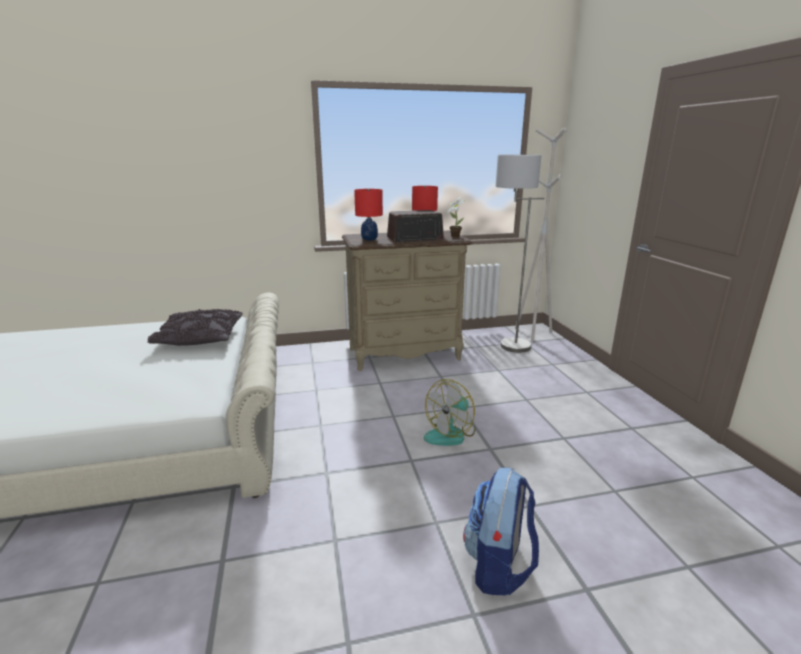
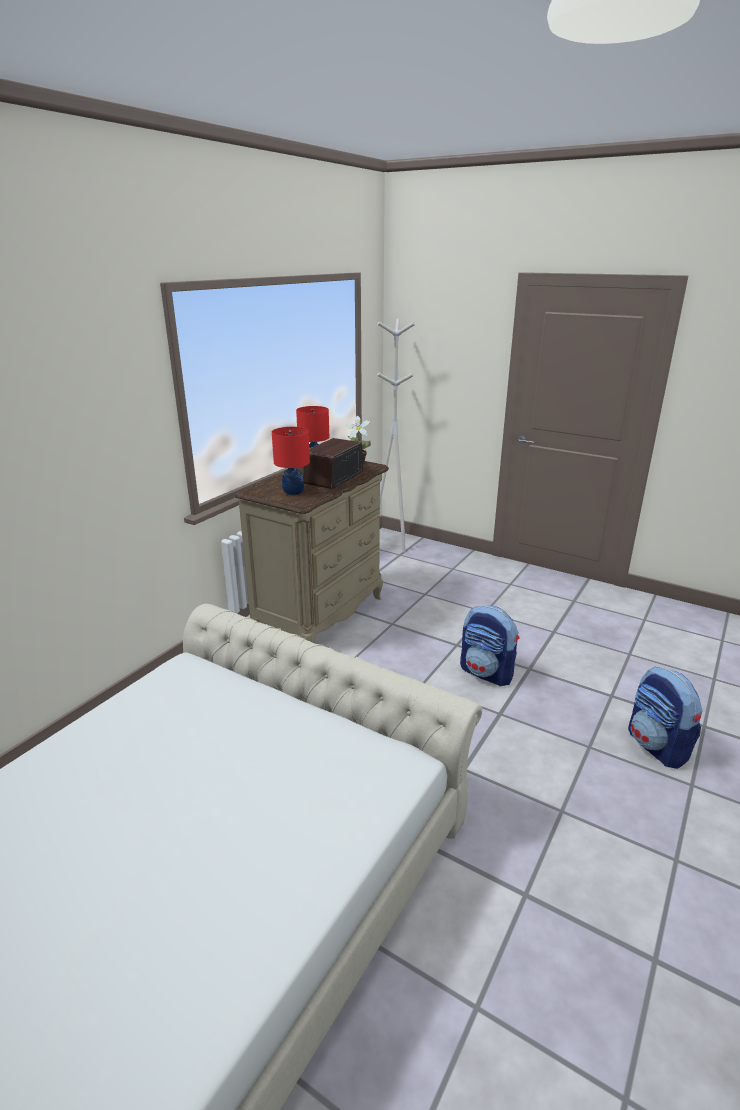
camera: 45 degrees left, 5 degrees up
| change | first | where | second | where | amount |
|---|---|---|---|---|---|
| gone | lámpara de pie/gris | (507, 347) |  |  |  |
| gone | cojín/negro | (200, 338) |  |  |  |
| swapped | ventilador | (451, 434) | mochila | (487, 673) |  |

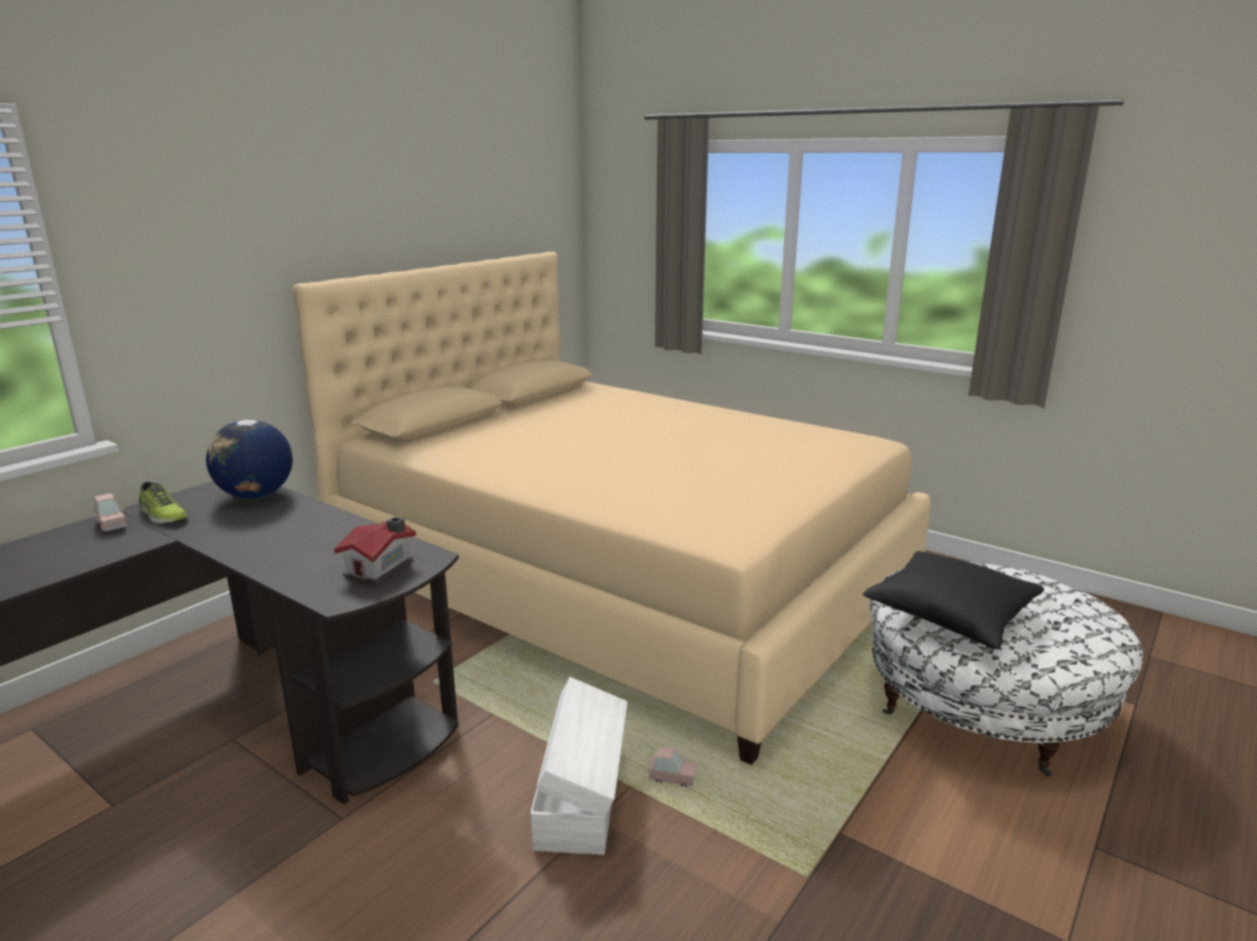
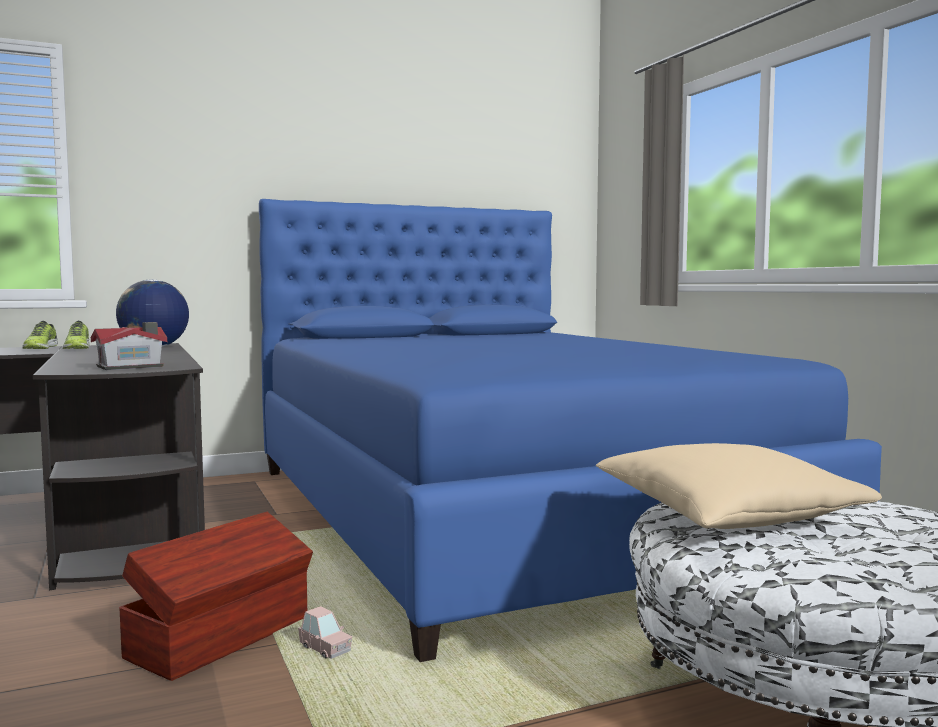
camera: 30 degrees right, 15 degrees down
| change | first | where | second | where | amount |
|---|---|---|---|---|---|
| repainted | cama/beis | (621, 578) | cama/azul | (504, 512) |  |
| swapped | coche de juguete/rosa | (111, 525) | zapato | (40, 348) |  |
| repainted | cojín/negro | (950, 615) | cojín/beis | (727, 517) |  |
| repainted | caja de almacenaje/blanco | (581, 796) | caja de almacenaje/marrón | (223, 637) |  |

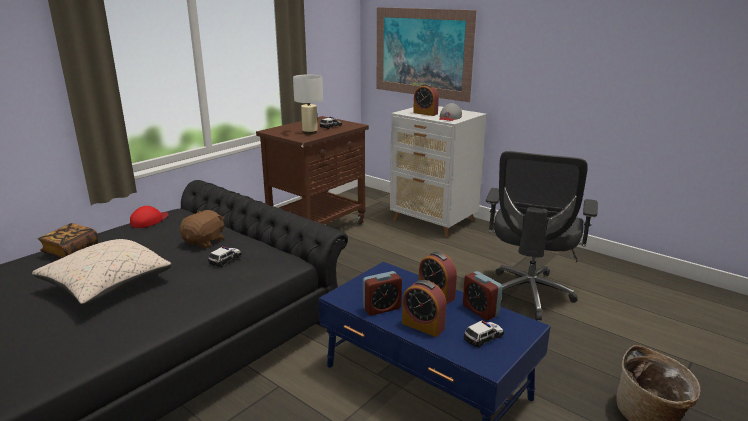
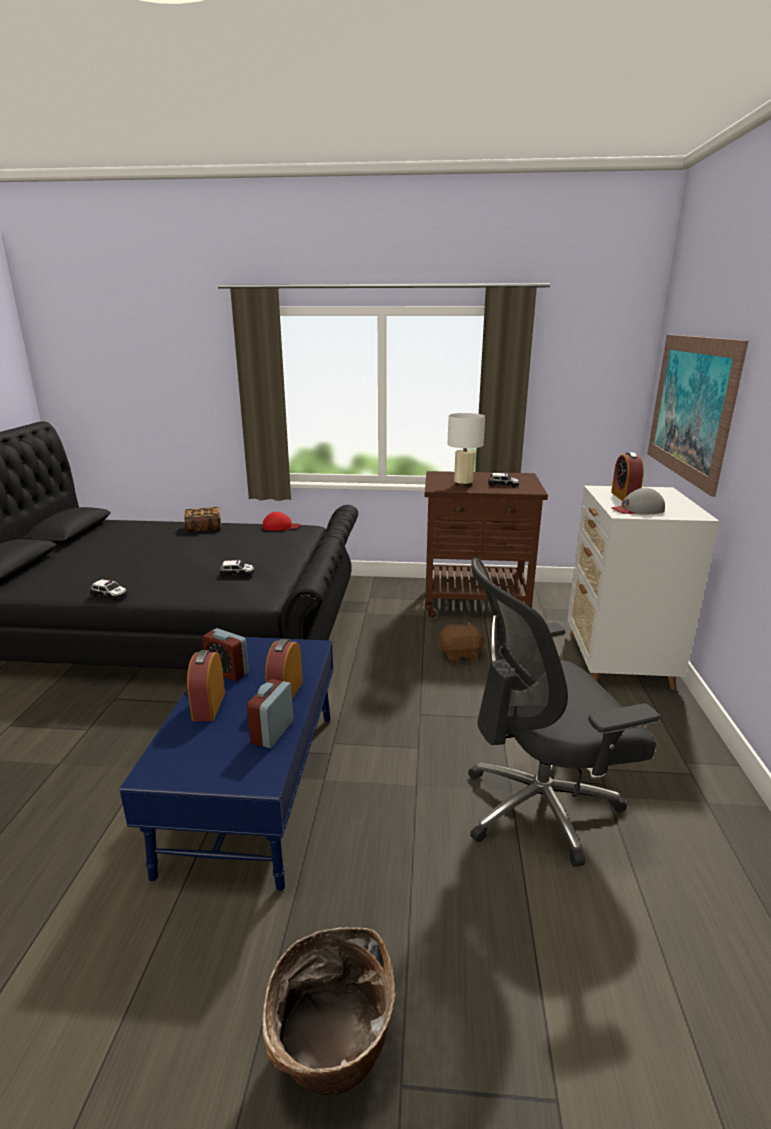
camera: 55 degrees right, 0 degrees up
| change | first | where | second | where | amount |
|---|---|---|---|---|---|
| shifted | peluche/marrón | (205, 241) |  | (460, 655) |  |
| gone | cojín/beis | (106, 286) |  |  |  |
| shifted | coche de juguete | (483, 337) |  | (110, 595) |  |

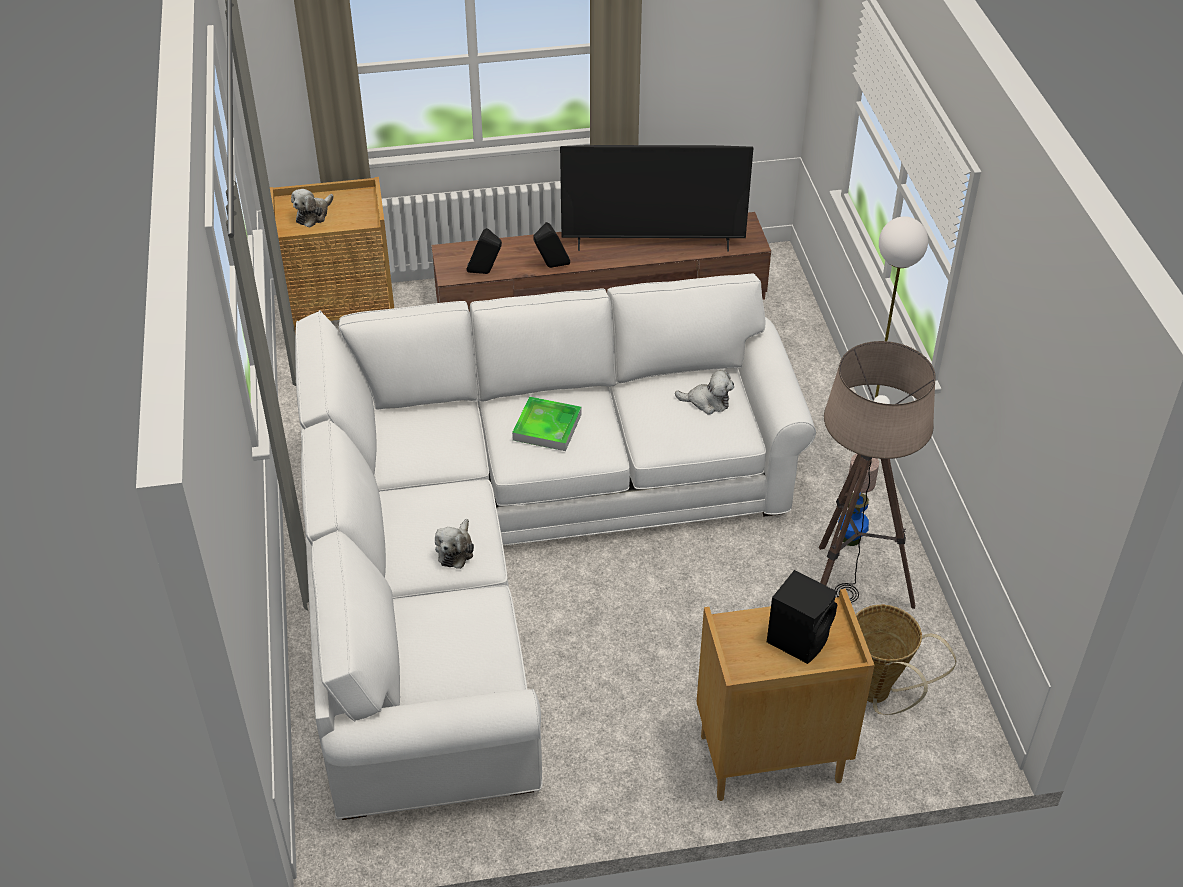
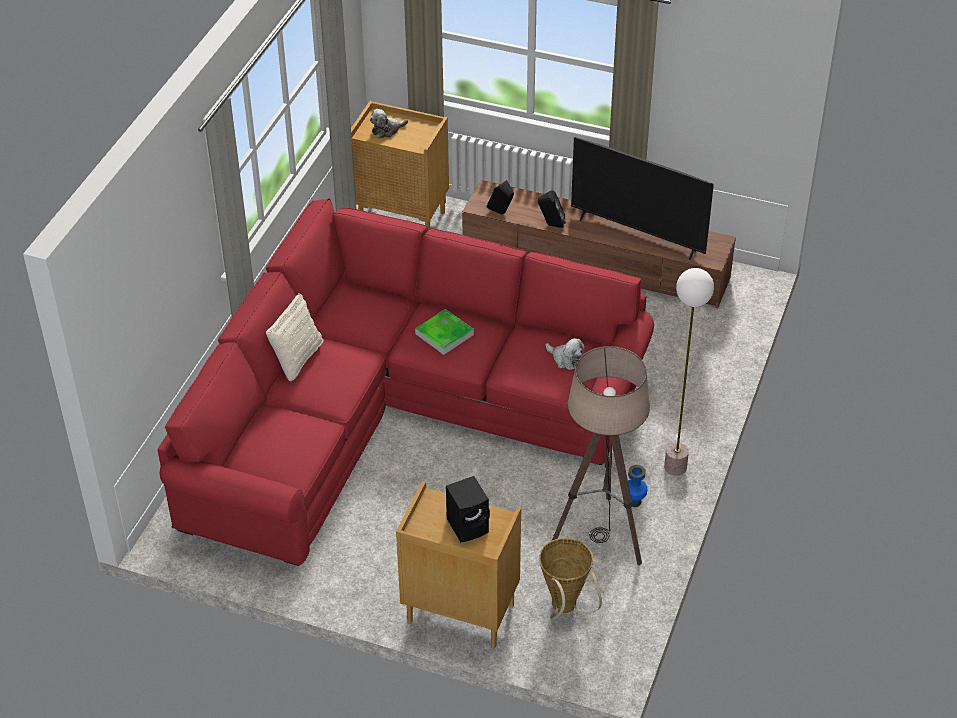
camera: 30 degrees right, 0 degrees up
| change | first | where | second | where | amount |
|---|---|---|---|---|---|
| repainted | sofá/blanco | (509, 555) | sofá/rojo | (395, 416) |  |
| gone | peluche | (456, 550) |  |  |  |
| new |  |  | cojín/beis | (297, 359) |  |

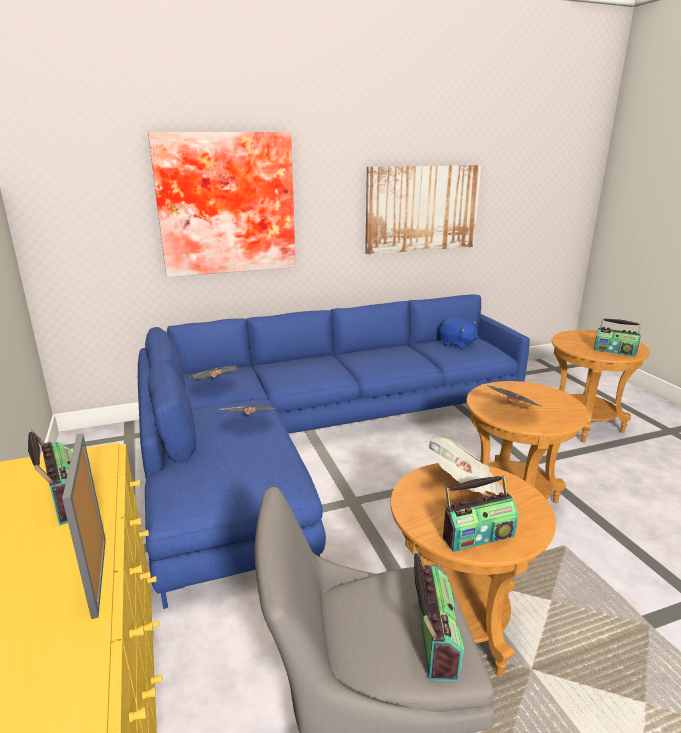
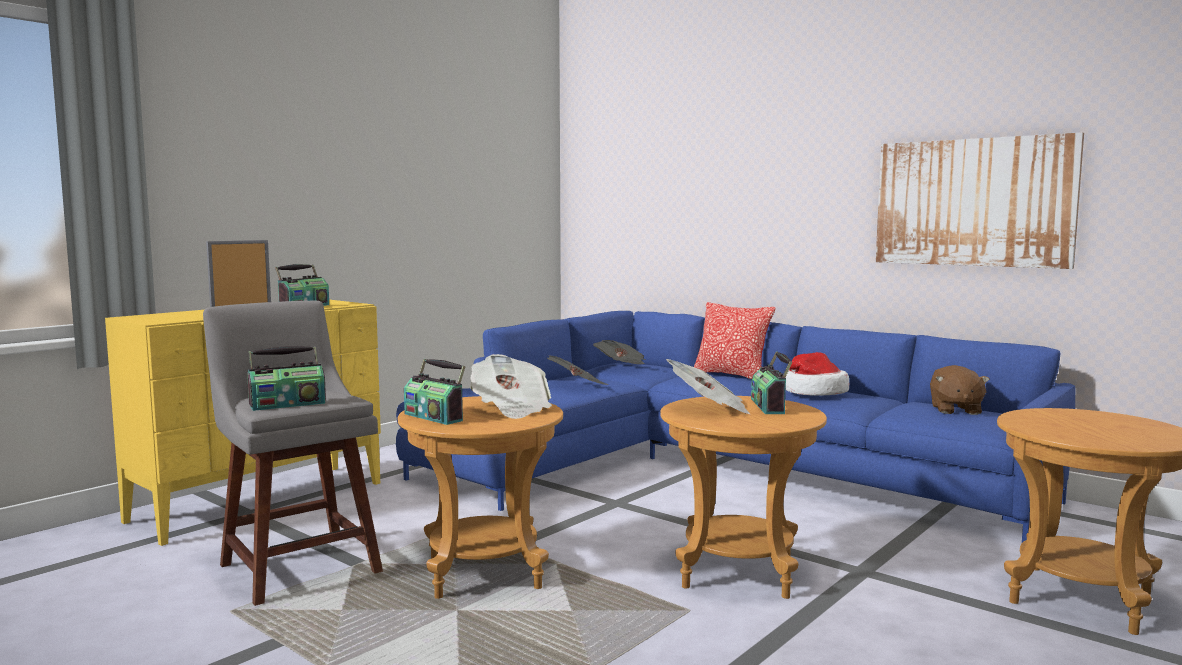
camera: 60 degrees right, 15 degrees down
| change | first | where | second | where | amount |
|---|---|---|---|---|---|
| gone | cuadro | (226, 204) |  |  |  |
| repainted | peluche/azul | (457, 344) | peluche/marrón | (955, 410) |  |
| shifted | radio | (614, 351) |  | (769, 406) |  |
| new |  |  | cojín | (731, 375) |  |
| new |  |  | sombrero | (813, 392) |  |

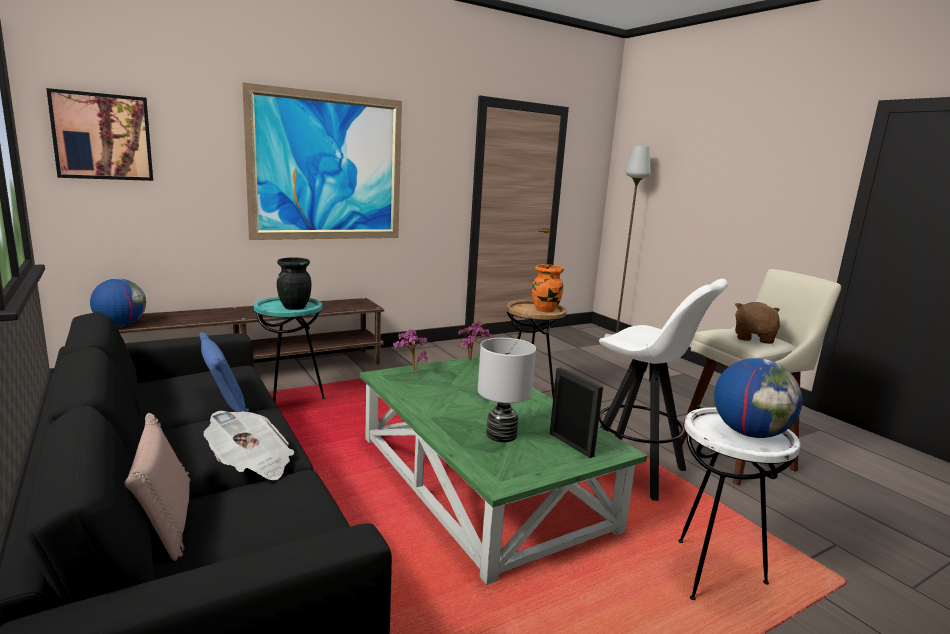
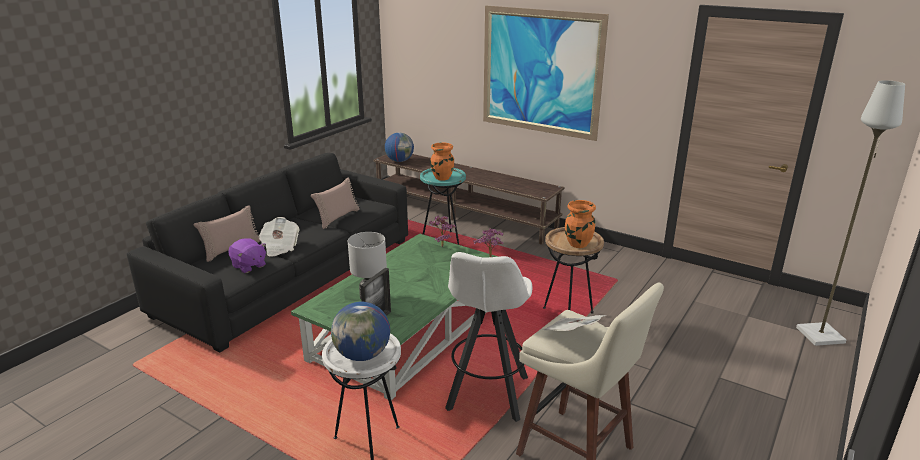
camera: 65 degrees right, 10 degrees up
| change | first | where | second | where | amount |
|---|---|---|---|---|---|
| gone | cuadro | (102, 137) |  |  |  |
| repainted | florero/negro | (294, 307) | florero/naranja | (442, 178) |  |
| swapped | peluche/marrón | (754, 338) | periódico | (571, 336) |  |
| repainted | cojín/azul | (224, 401) | cojín/beis | (337, 218) |  |
| new |  |  | peluche/morado | (249, 266) |  |

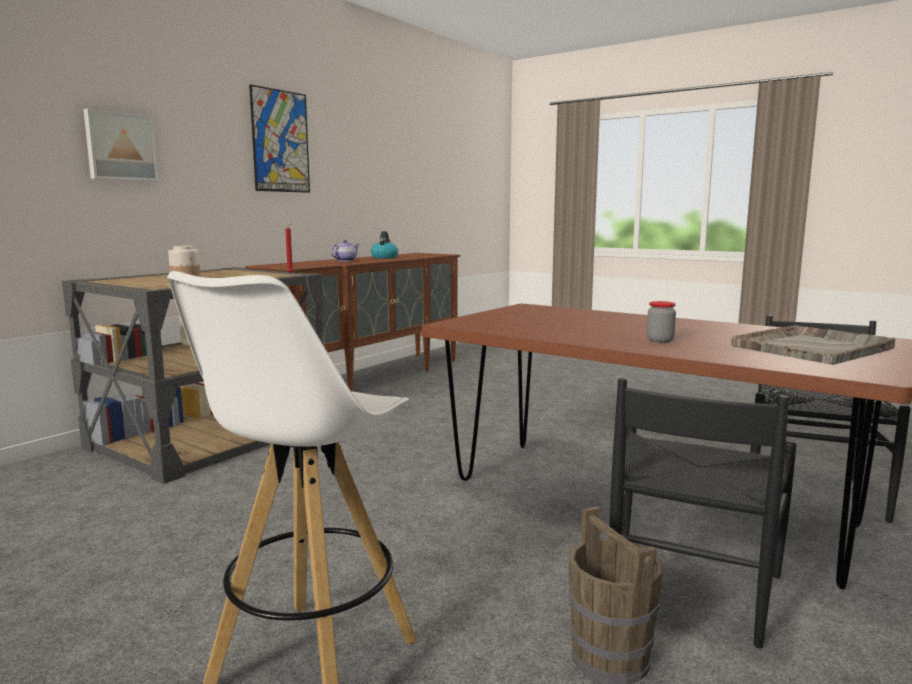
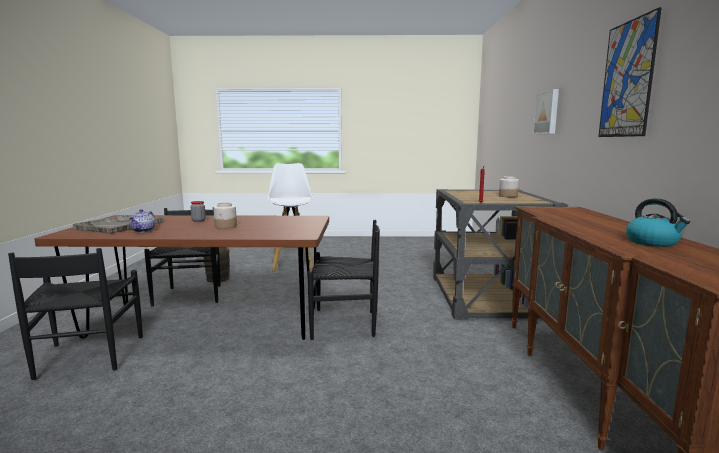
camera: 145 degrees right, 0 degrees up
| change | first | where | second | where | amount |
|---|---|---|---|---|---|
| shifted | tetera | (345, 260) |  | (143, 230) |  |
| new |  |  | tarro | (226, 226) |  |
| new |  |  | silla/negro | (344, 324) |  |

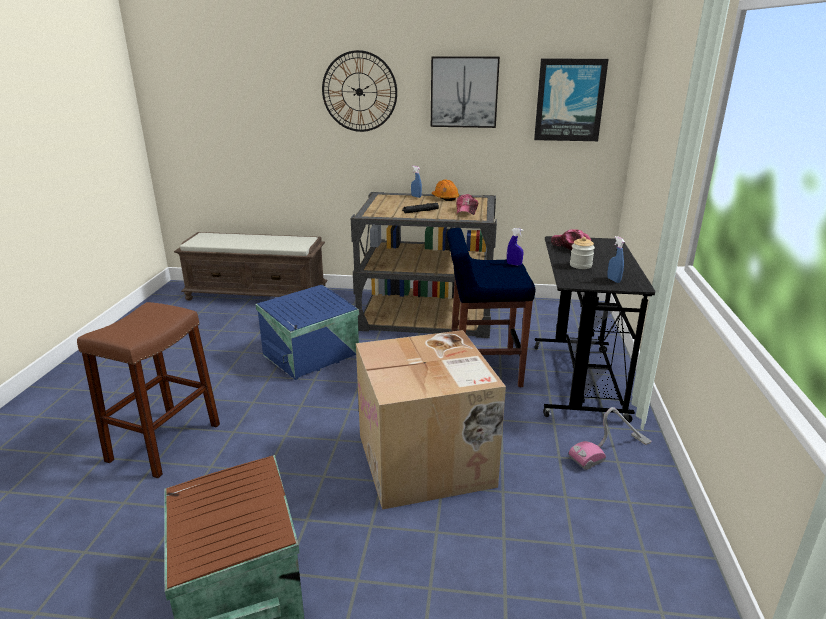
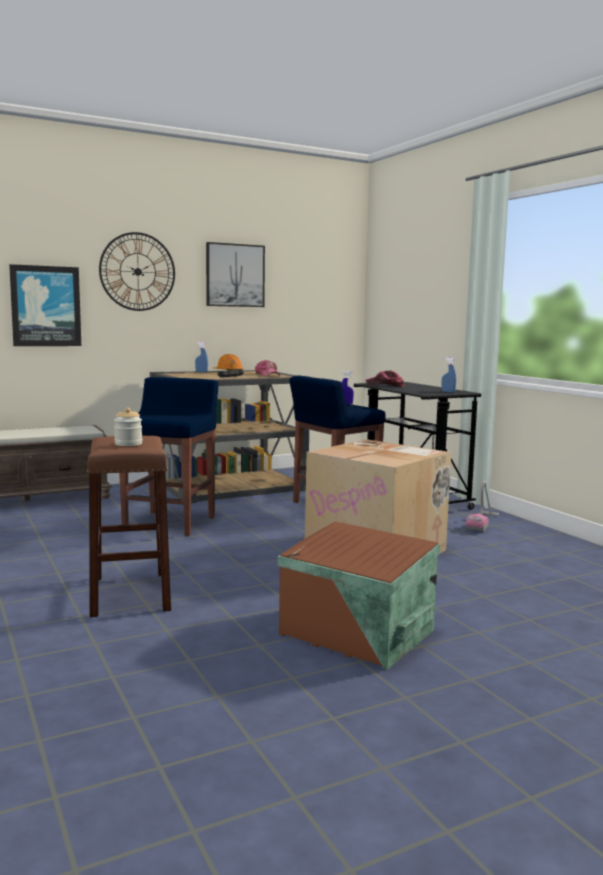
camera: 35 degrees left, 15 degrees down
| change | first | where | second | where | amount |
|---|---|---|---|---|---|
| shifted | cuadro | (569, 100) |  | (46, 306) |  |
| shifted | tarro | (580, 265) |  | (128, 444) |  |
| swapped | caja de almacenaje/azul | (312, 355) | taburete/azul | (171, 523) |  |

